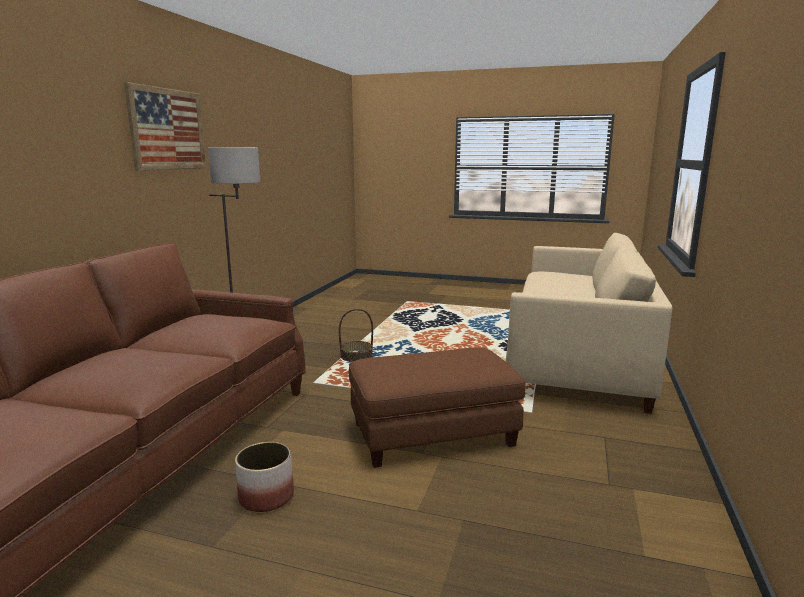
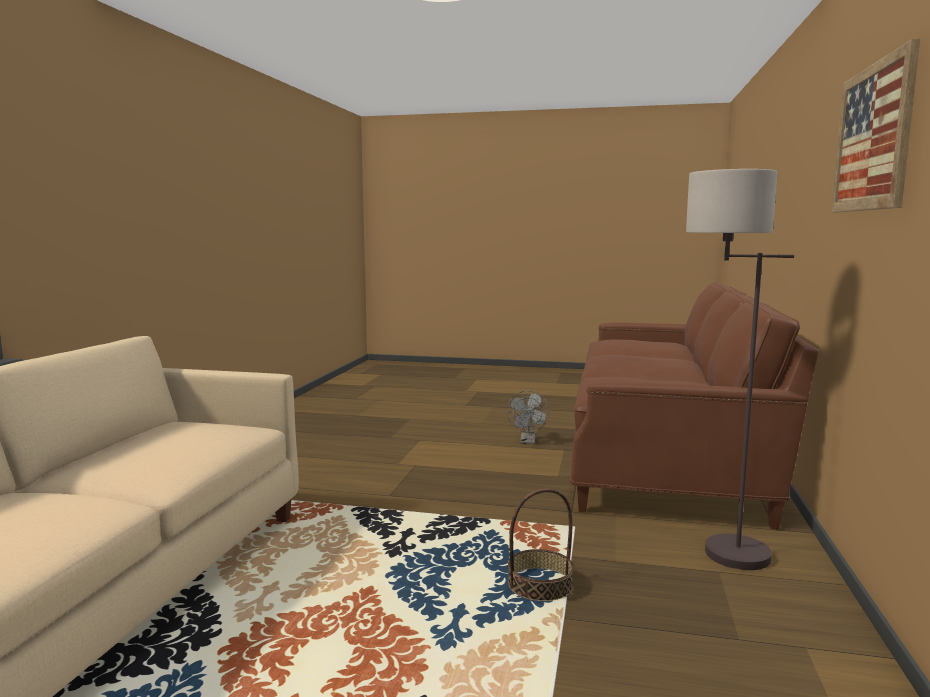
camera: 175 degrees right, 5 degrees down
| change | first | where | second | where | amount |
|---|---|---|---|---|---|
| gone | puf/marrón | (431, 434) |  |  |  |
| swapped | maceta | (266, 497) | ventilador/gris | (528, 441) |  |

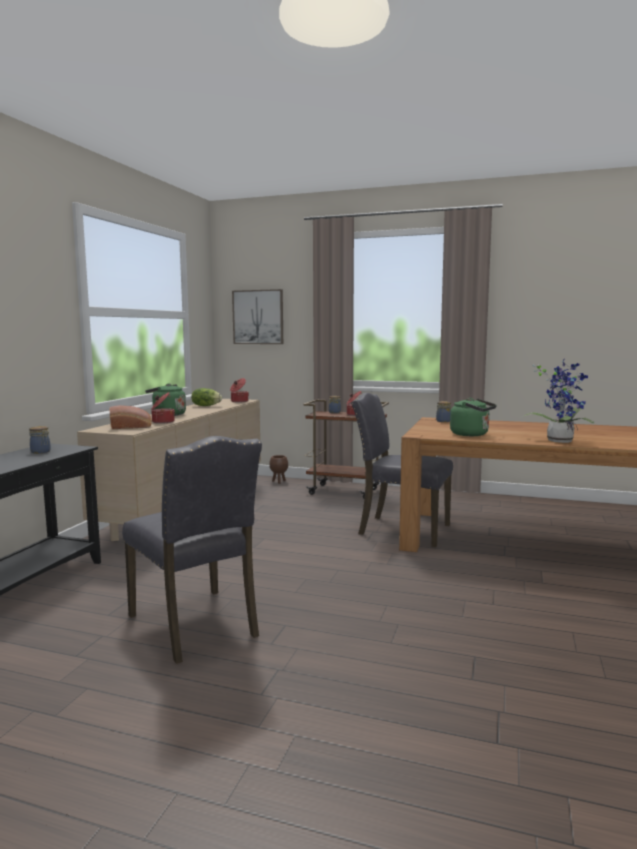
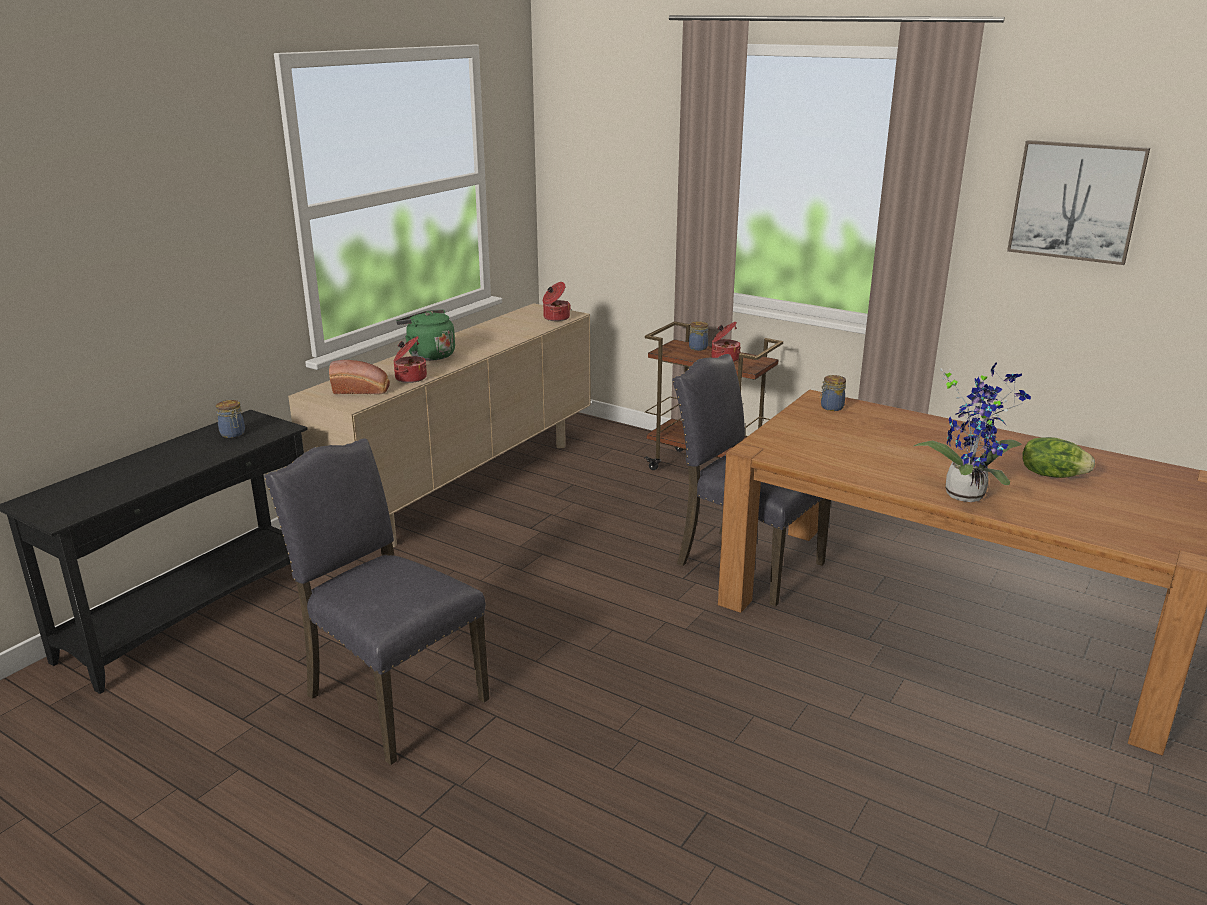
camera: 15 degrees right, 15 degrees up
| change | first | where | second | where | amount |
|---|---|---|---|---|---|
| shifted | cuadro | (258, 317) |  | (1076, 201) |  |
| shifted | lechuga | (206, 406) |  | (1051, 475) |  |
| gone | hervidor/verde | (472, 434) |  |  |  |
| rotated | silla/gris | (196, 626) |  | (391, 697) | 150 degrees clockwise |
| gone | maceta/marrón | (279, 482) |  |  |  |

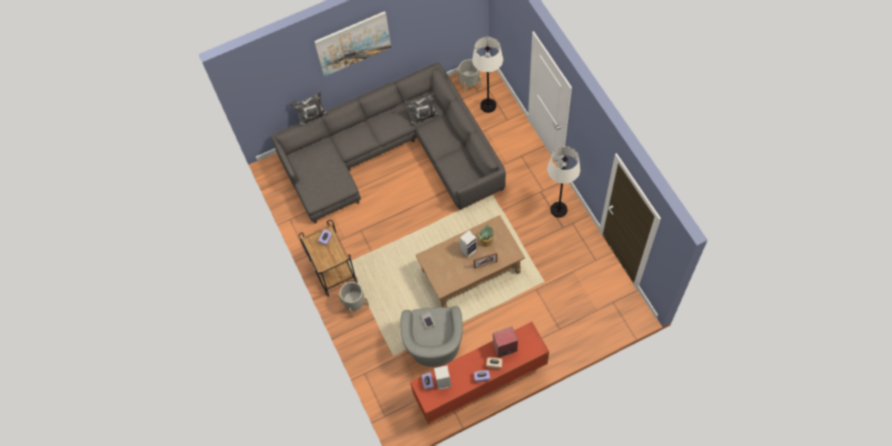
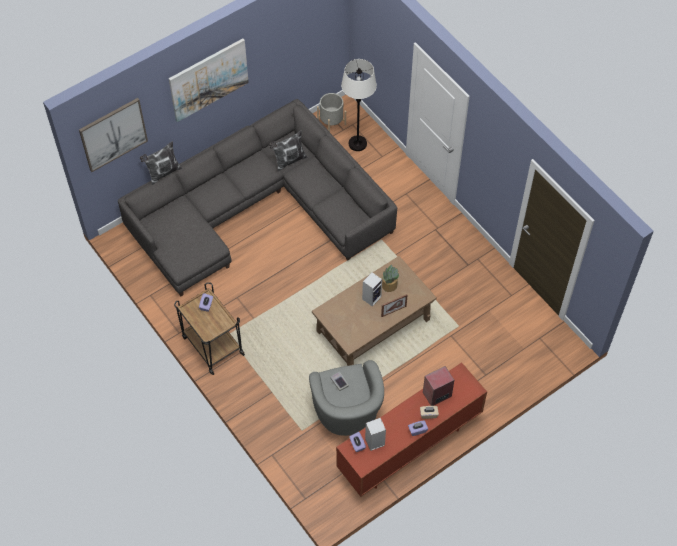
camera: 15 degrees left, 5 degrees down
| change | first | where | second | where | amount |
|---|---|---|---|---|---|
| gone | lámpara de pie/blanco | (559, 210) |  |  |  |
| gone | maceta/gris | (355, 304) |  |  |  |
| new |  |  | cuadro | (113, 134) |  |

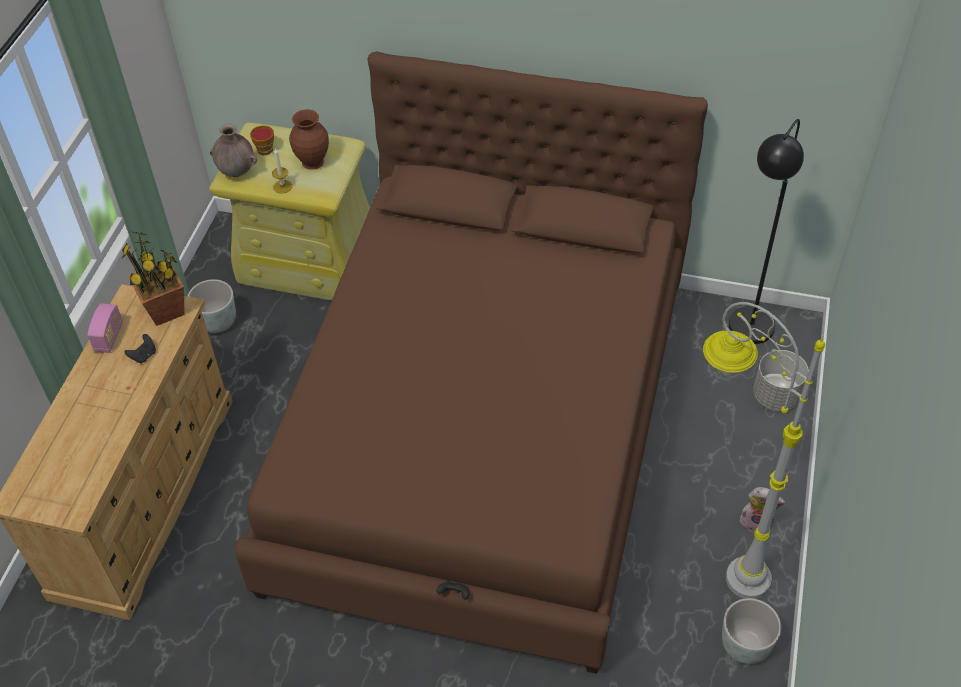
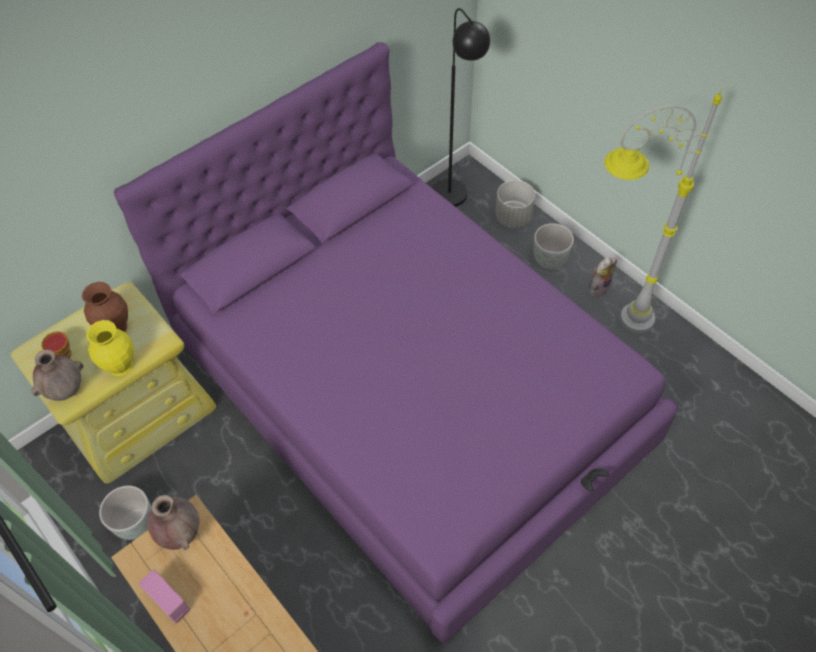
camera: 55 degrees left, 5 degrees up
| change | first | where | second | where | amount |
|---|---|---|---|---|---|
| repainted | cama/marrón | (484, 431) | cama/morado | (409, 394) |  |
| swapped | vela | (282, 186) | florero/amarillo | (120, 365) |  |
| swapped | planta en maceta | (166, 310) | florero/marrón | (180, 533) |  |
| gone | mando de consola/negro | (144, 355) |  |  |  |
| shifted | maceta/gris | (745, 646) |  | (550, 259) |  |

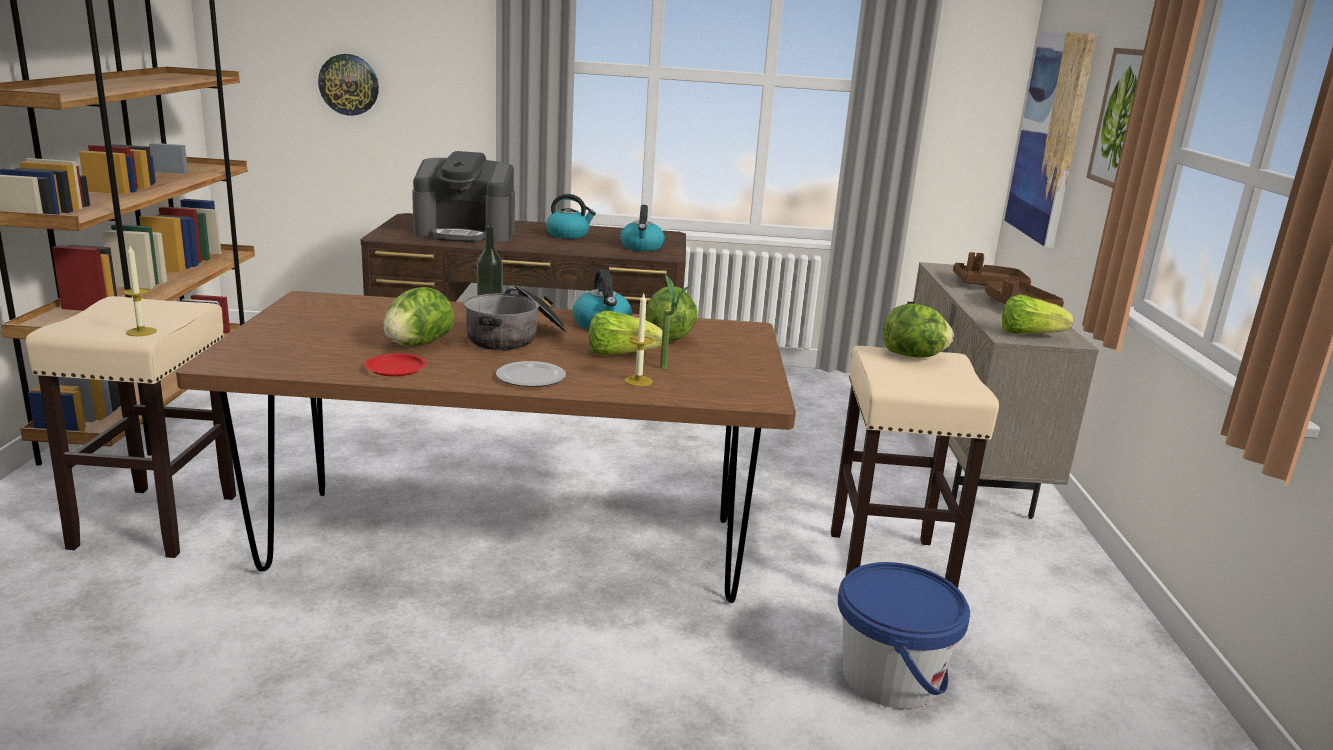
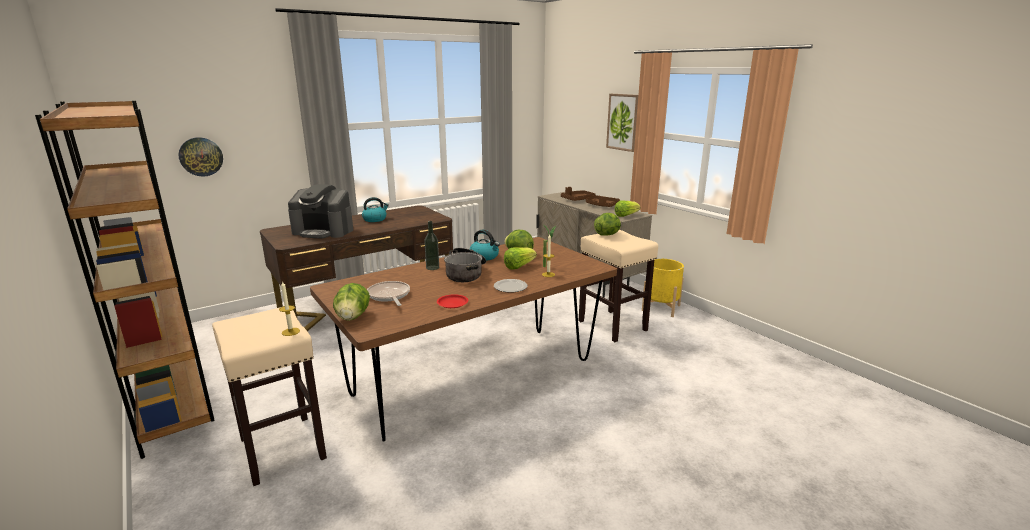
camera: 35 degrees left, 0 degrees up
| change | first | where | second | where | amount |
|---|---|---|---|---|---|
| gone | cuadro | (1050, 136) |  |  |  |
| rotated | cafetera | (466, 233) |  | (324, 231) | 45 degrees clockwise |
| gone | hervidor | (642, 247) |  |  |  |
| shifted | lechuga | (418, 344) |  | (353, 317) |  |
| gone | cubo/azul | (890, 678) |  |  |  |
| new |  |  | maceta/amarillo | (661, 308) |  |
| new |  |  | sartén | (389, 296) |  |

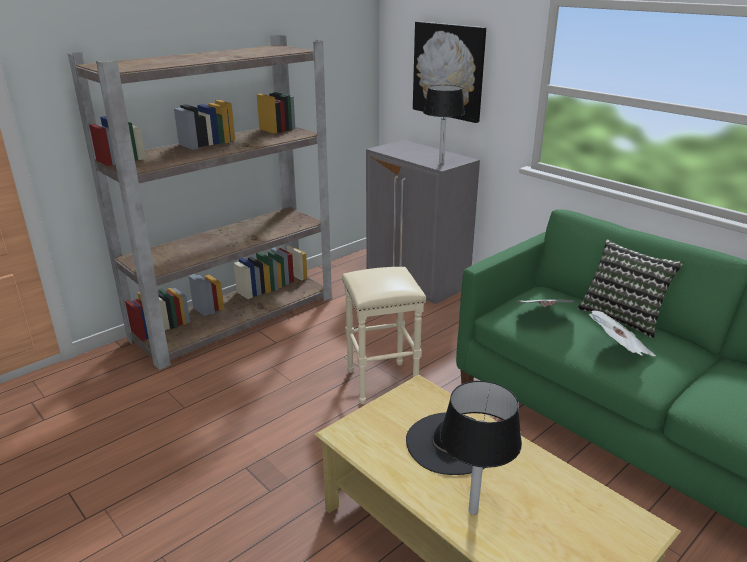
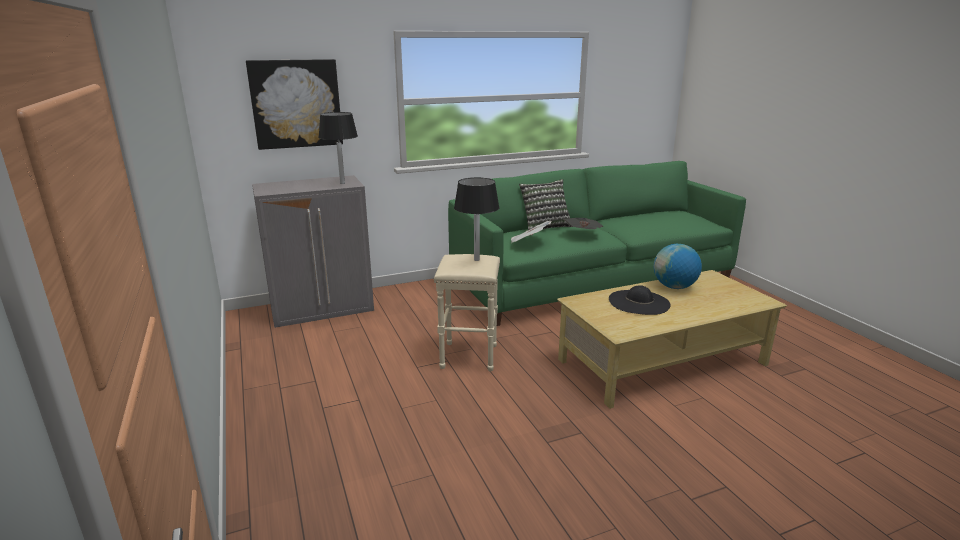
camera: 70 degrees left, 5 degrees down
| change | first | where | second | where | amount |
|---|---|---|---|---|---|
| gone | estantería/marrón | (235, 317) |  |  |  |
| shifted | lámpara de mesa/negro | (473, 511) |  | (476, 260) |  |
| new |  |  | globo terráqueo | (674, 287) |  |

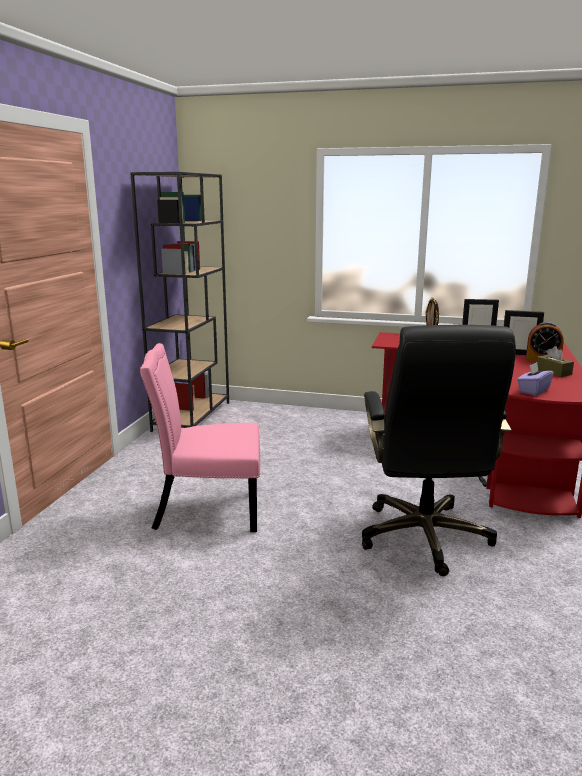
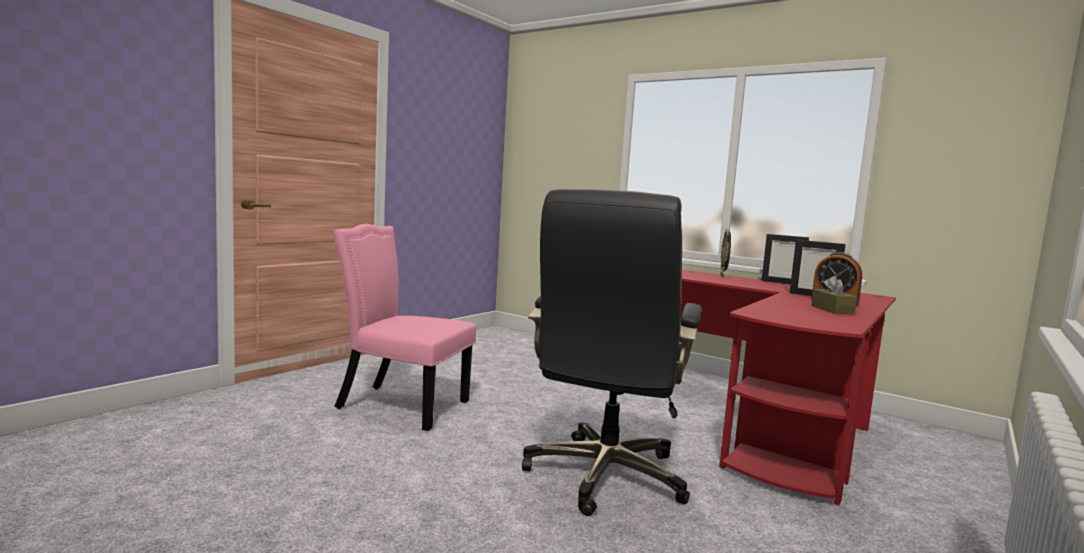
camera: 20 degrees right, 10 degrees down
| change | first | where | second | where | amount |
|---|---|---|---|---|---|
| gone | estantería | (192, 416) |  |  |  |
| gone | caja de pañuelos/morado | (533, 391) |  |  |  |

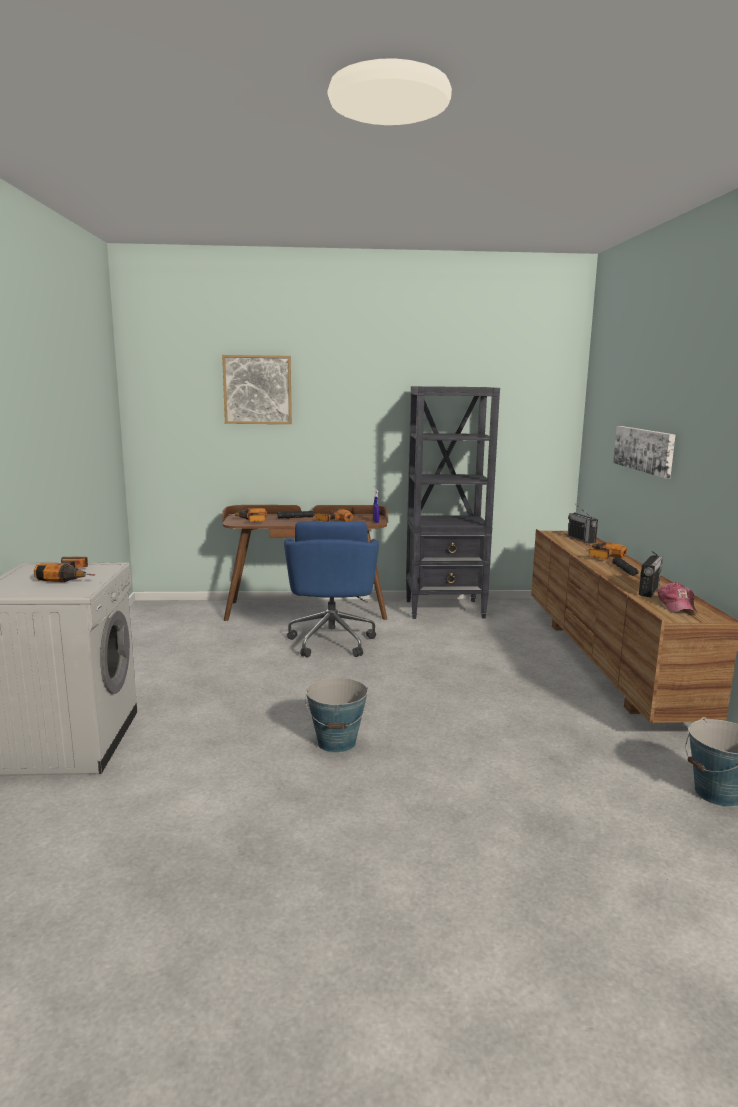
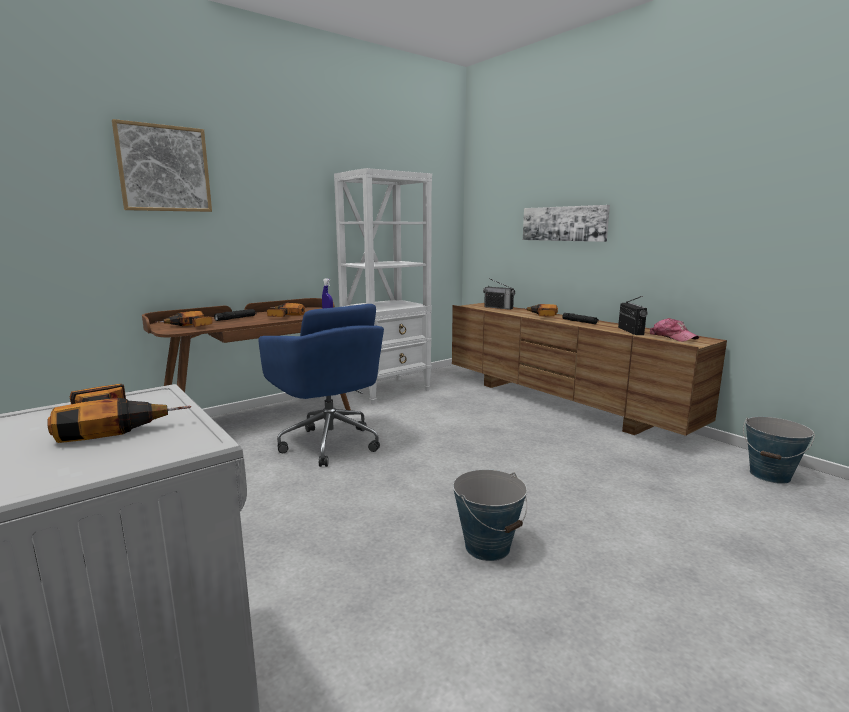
camera: 35 degrees left, 0 degrees up
| change | first | where | second | where | amount |
|---|---|---|---|---|---|
| repainted | estantería/negro | (445, 609) | estantería/blanco | (387, 390) |  |

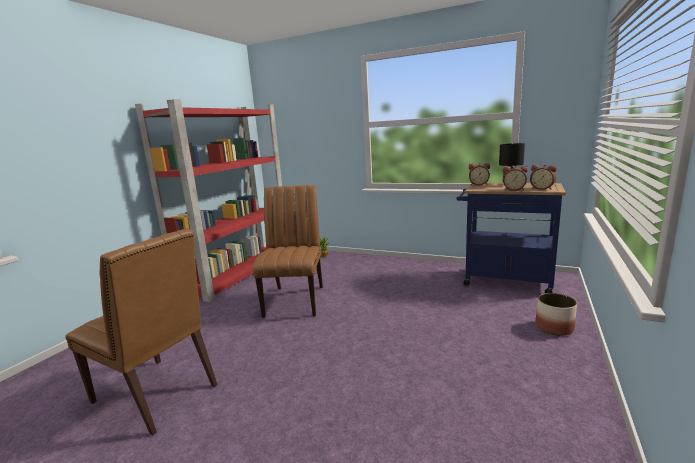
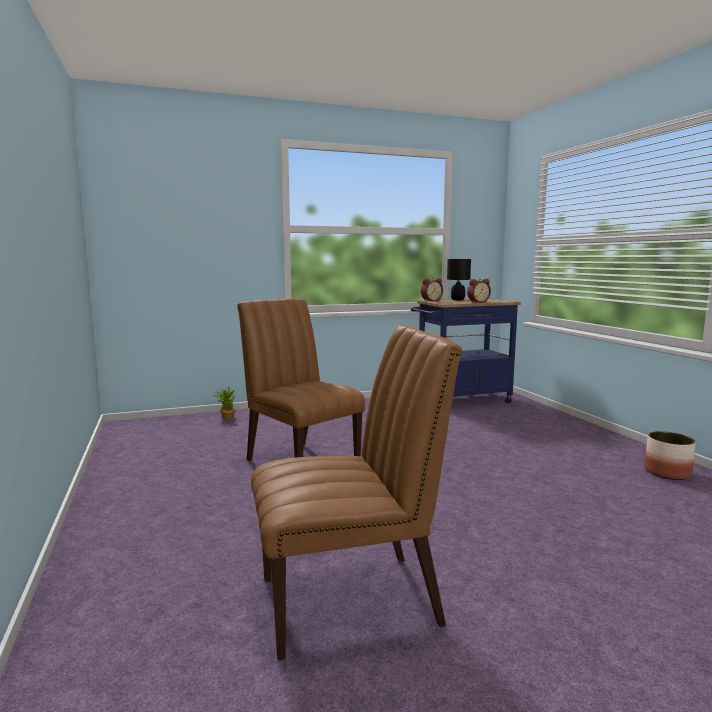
camera: 45 degrees left, 5 degrees down
| change | first | where | second | where | amount |
|---|---|---|---|---|---|
| gone | estantería/rojo | (238, 273) |  |  |  |
| gone | despertador | (542, 188) |  |  |  |
| shifted | maceta | (554, 327) |  | (667, 472) |  |

